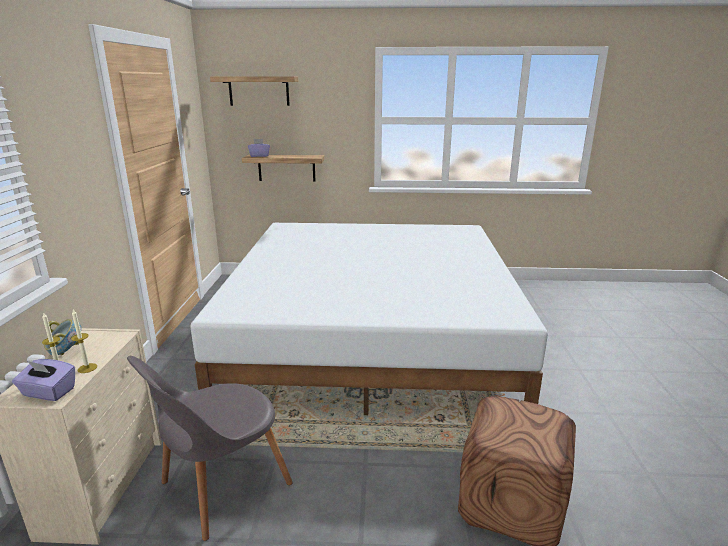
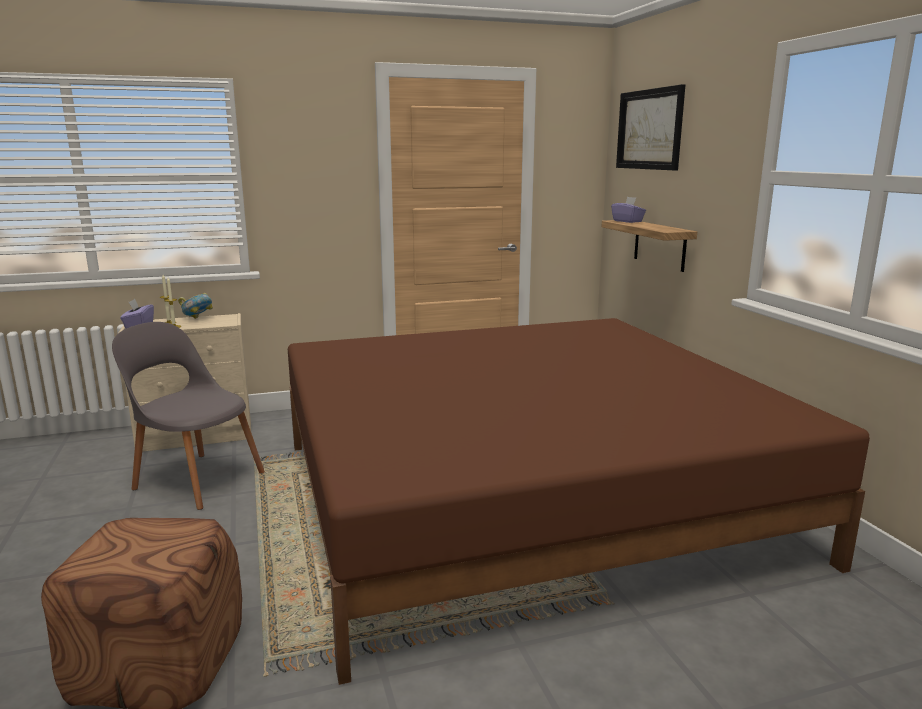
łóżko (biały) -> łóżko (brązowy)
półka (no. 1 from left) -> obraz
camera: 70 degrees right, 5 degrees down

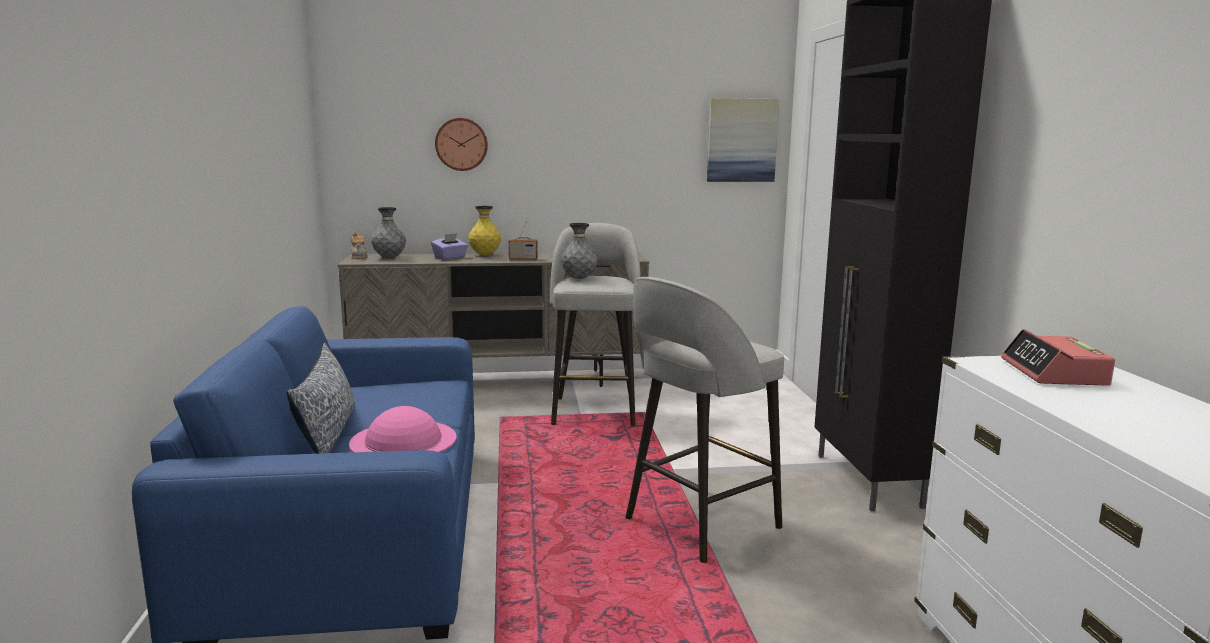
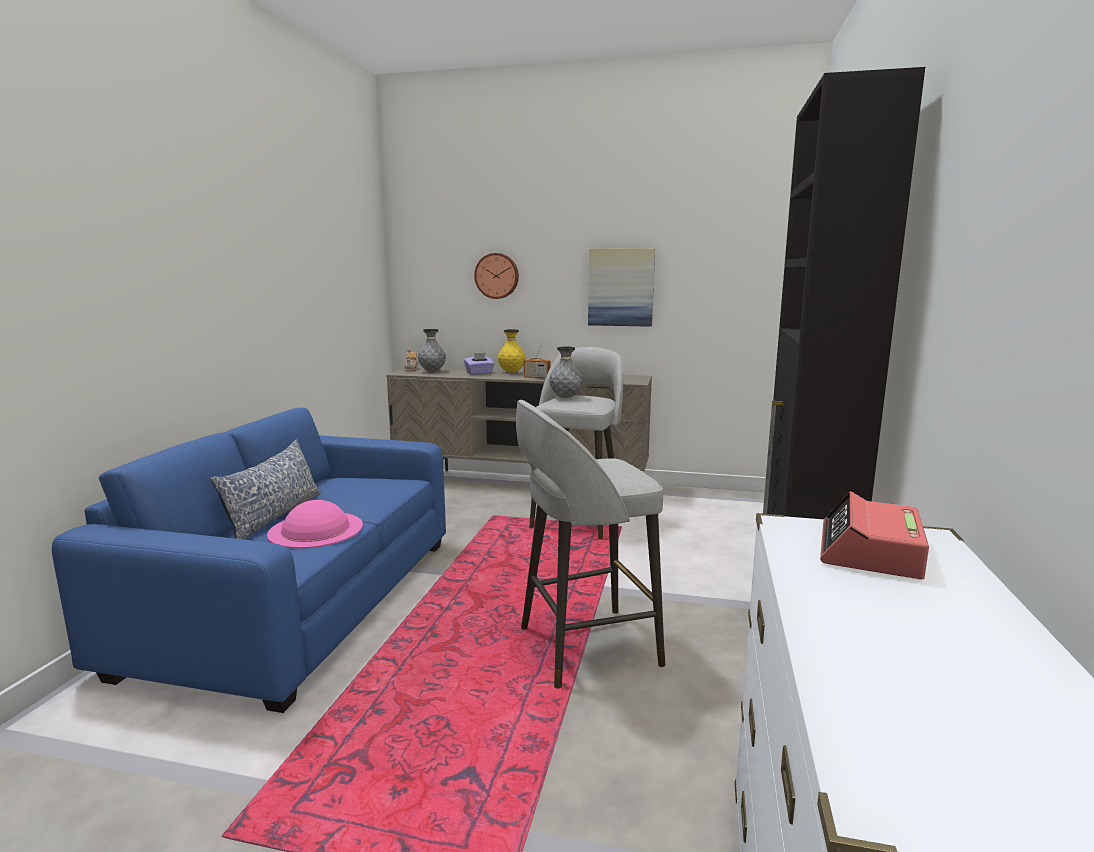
obraz, shifted
camera: 20 degrees right, 0 degrees up

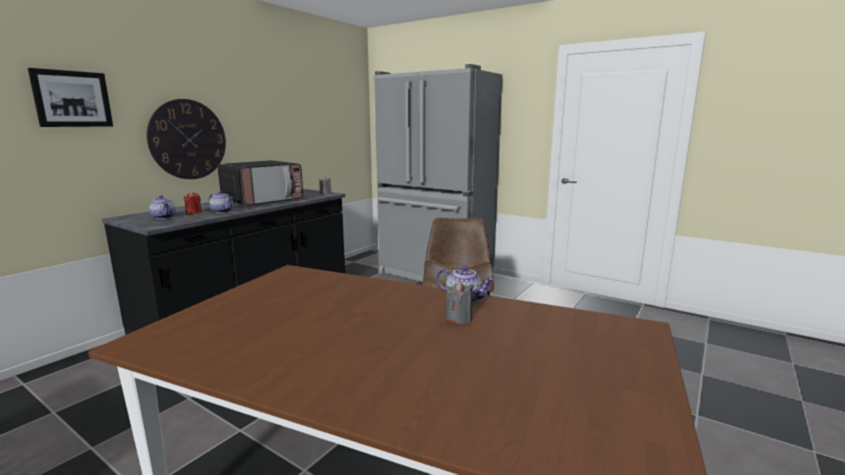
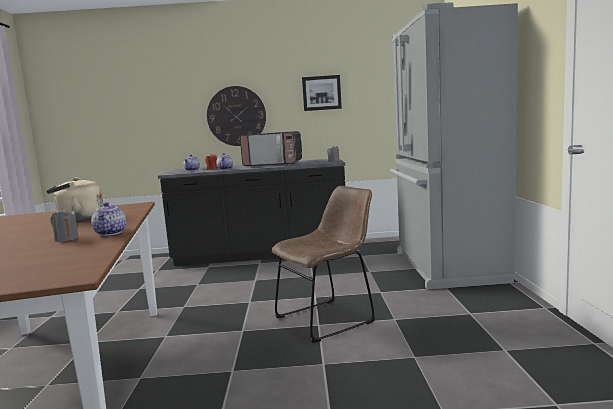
obraz, shifted
none -> czajnik (beżowy)
camera: 55 degrees right, 5 degrees down

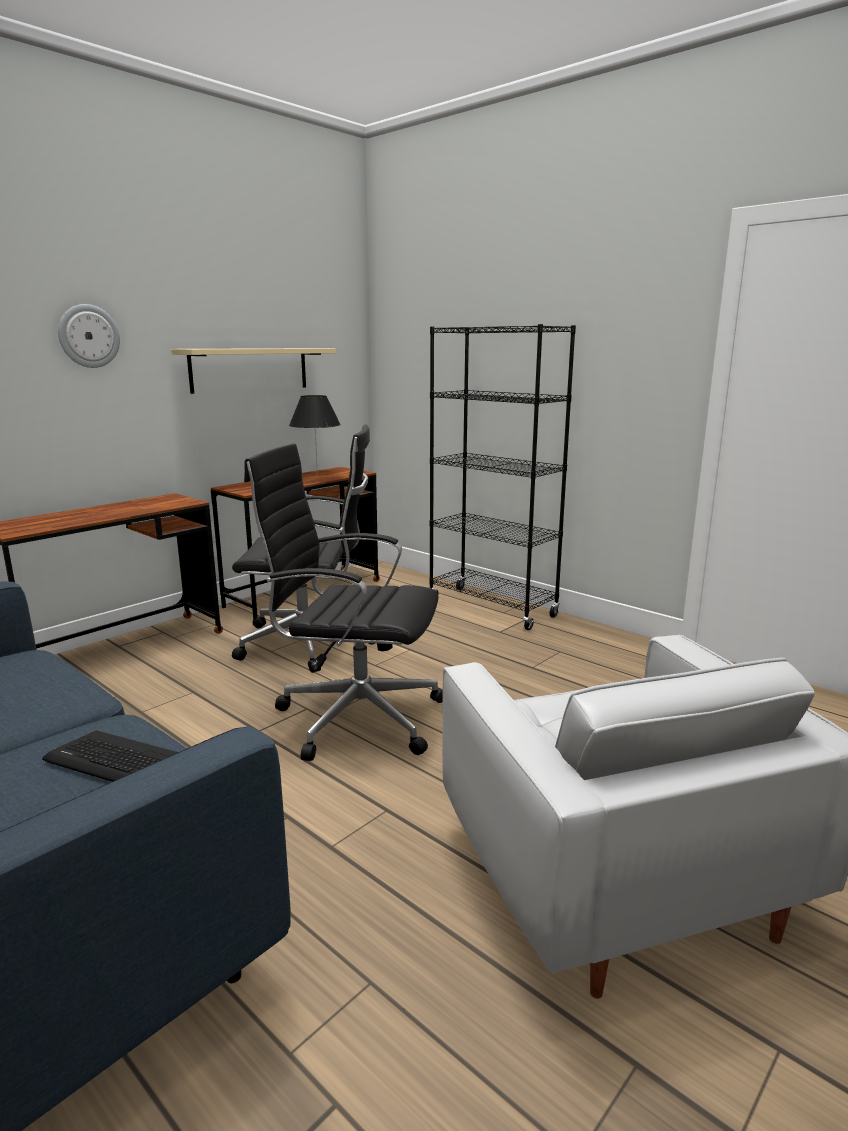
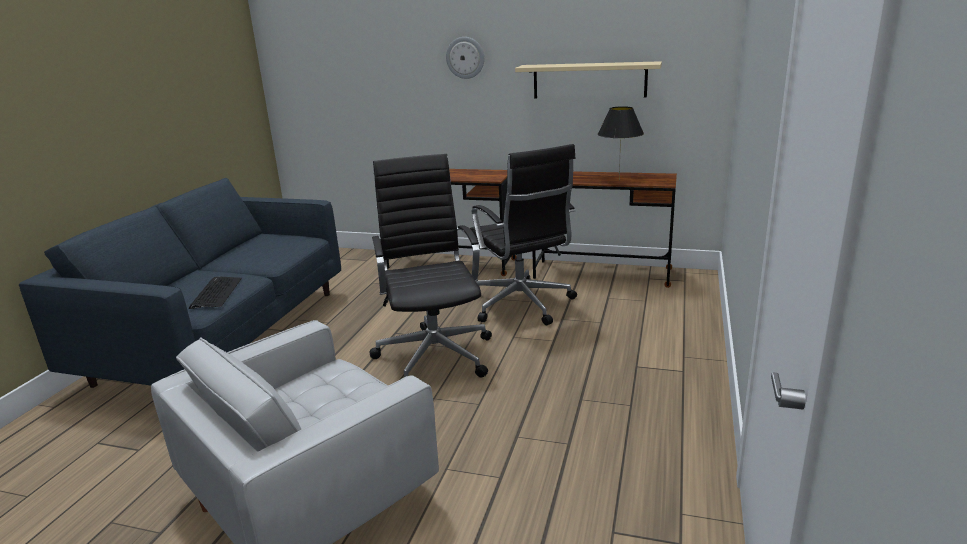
regał (czarny) -> none
camera: 65 degrees right, 5 degrees up

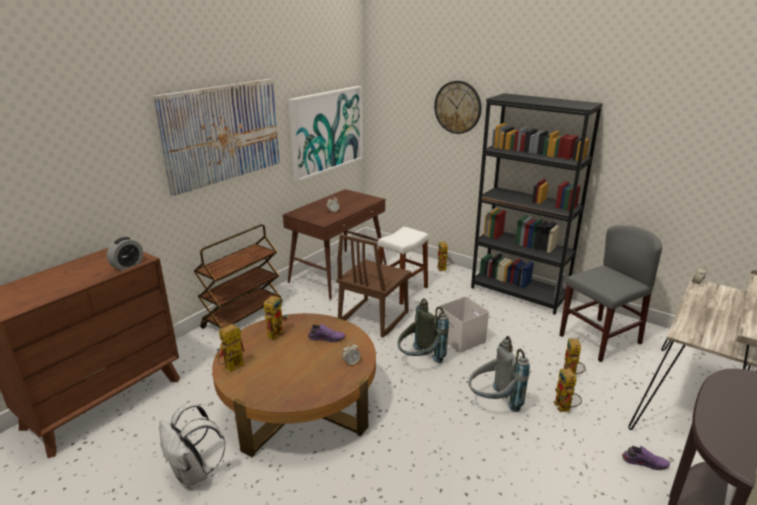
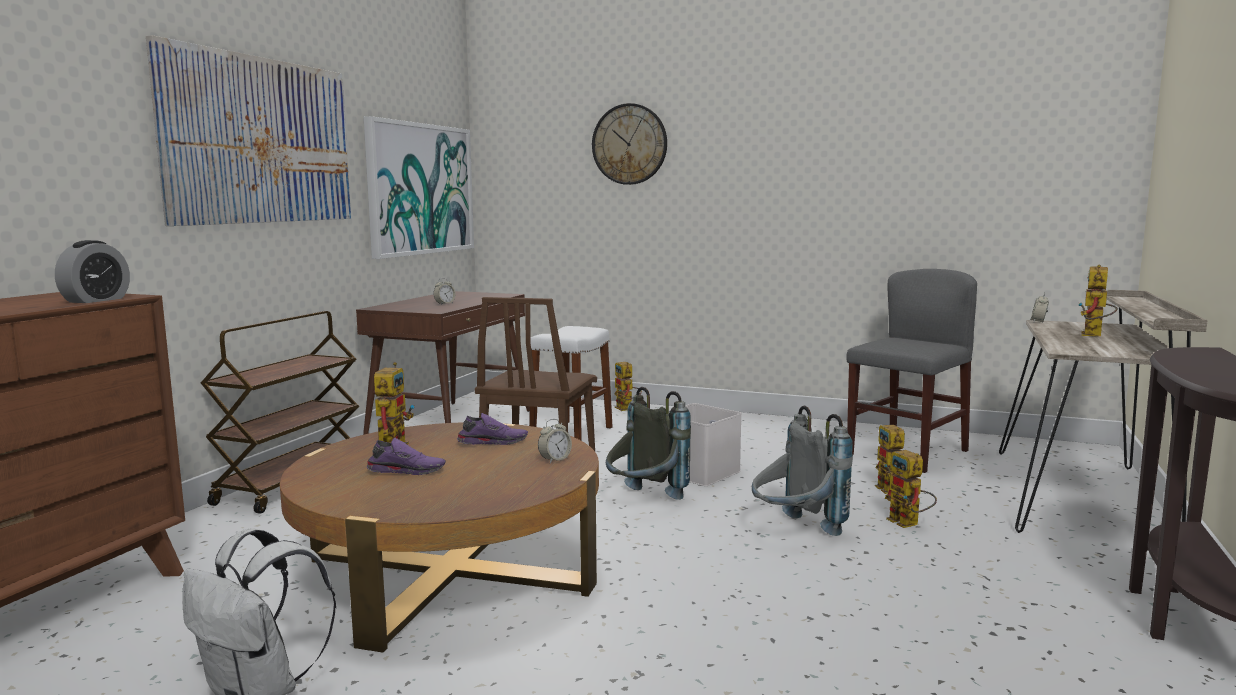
robot zabawkowy (no. 1 from left in the first image) -> robot zabawkowy (no. 5 from left), shifted
regał (czarny) -> none
but (fioletowy) (no. 2 from left in the first image) -> but (fioletowy) (no. 1 from left), shifted
camera: 15 degrees left, 15 degrees down

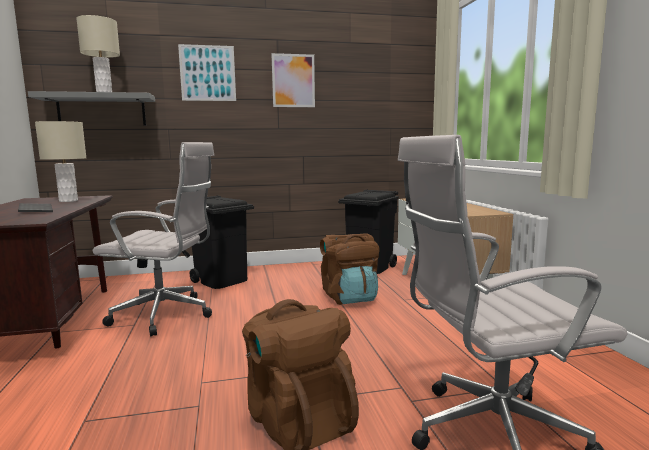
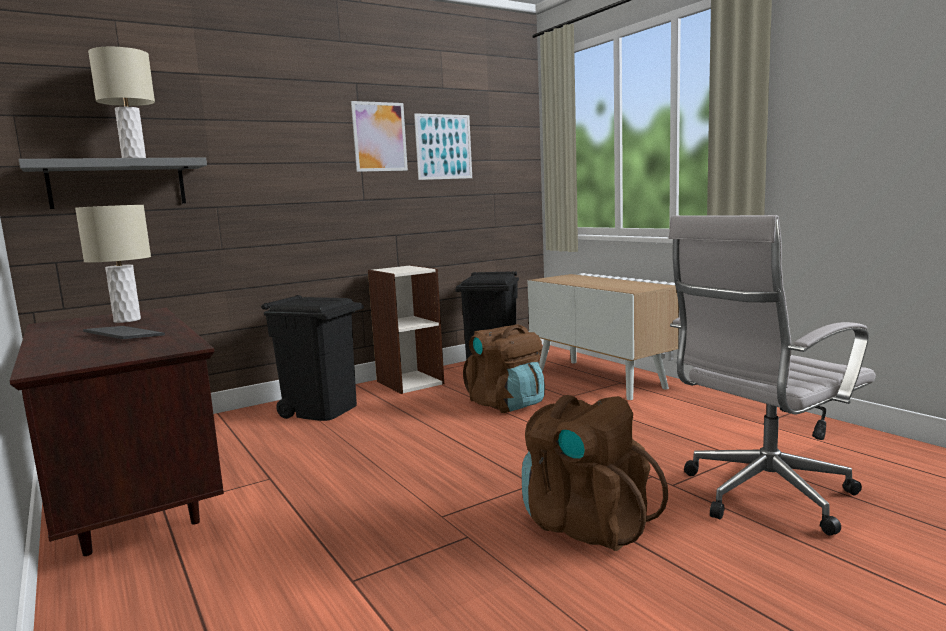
krzesło biurowe (biały) (no. 1 from left) -> none
obraz (no. 1 from left in the first image) -> obraz (no. 2 from left), shifted
none -> regał
camera: 20 degrees left, 0 degrees up

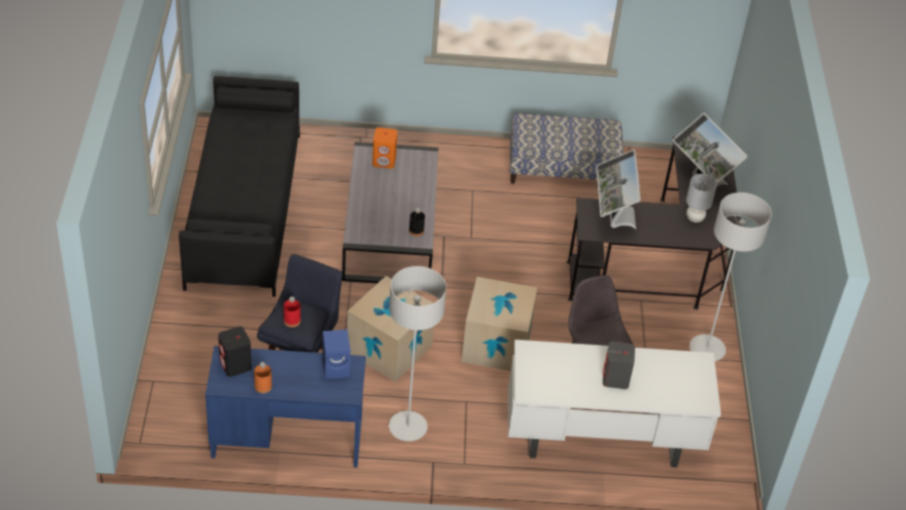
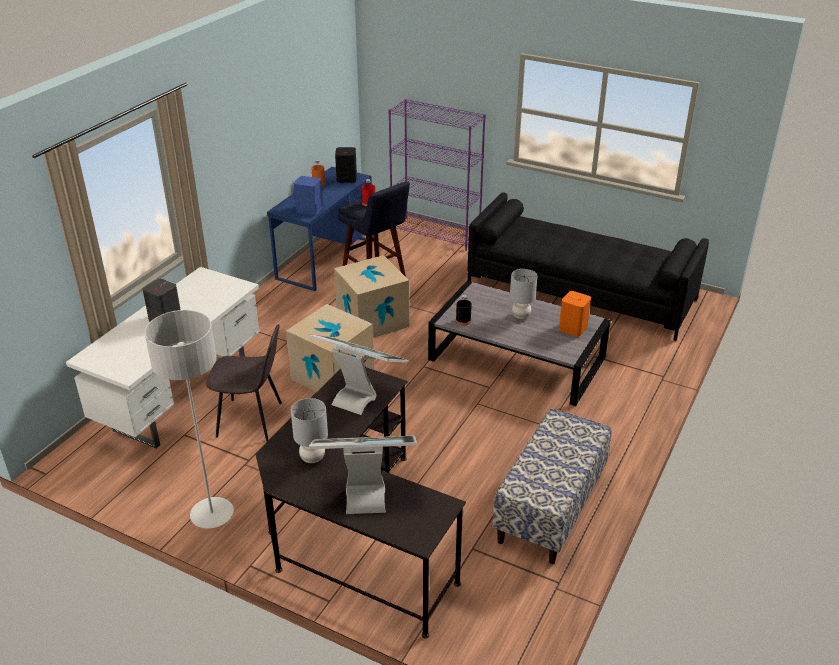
lampa stojąca (szary) (no. 1 from left) -> none
none -> regał (fioletowy)
none -> lampa stołowa (szary) (no. 2 from left)
camera: 120 degrees right, 10 degrees down

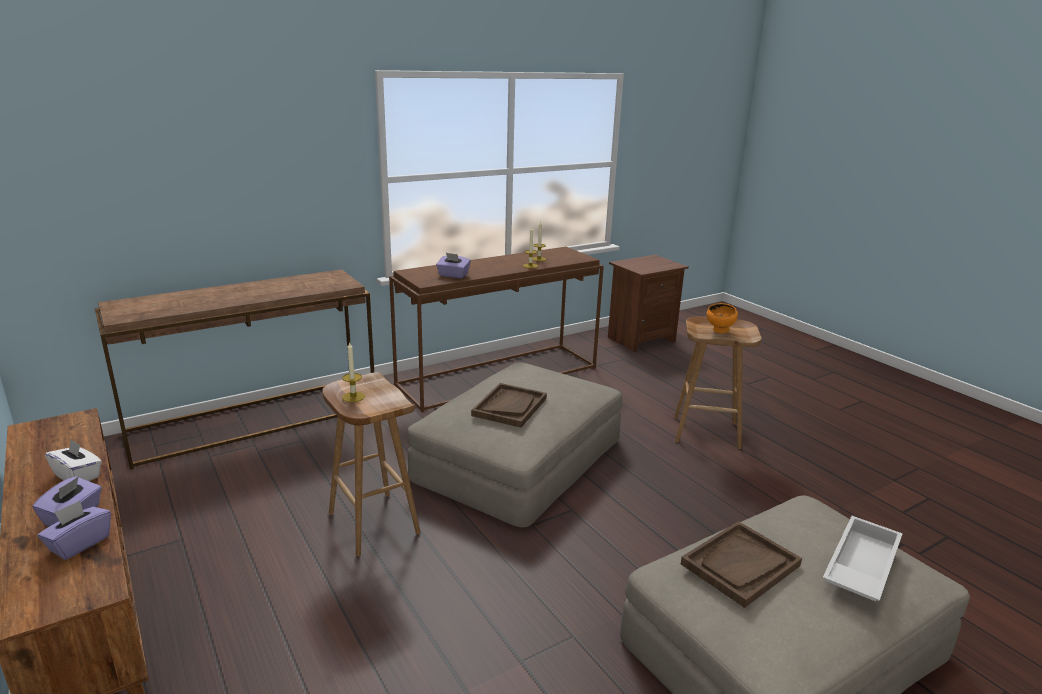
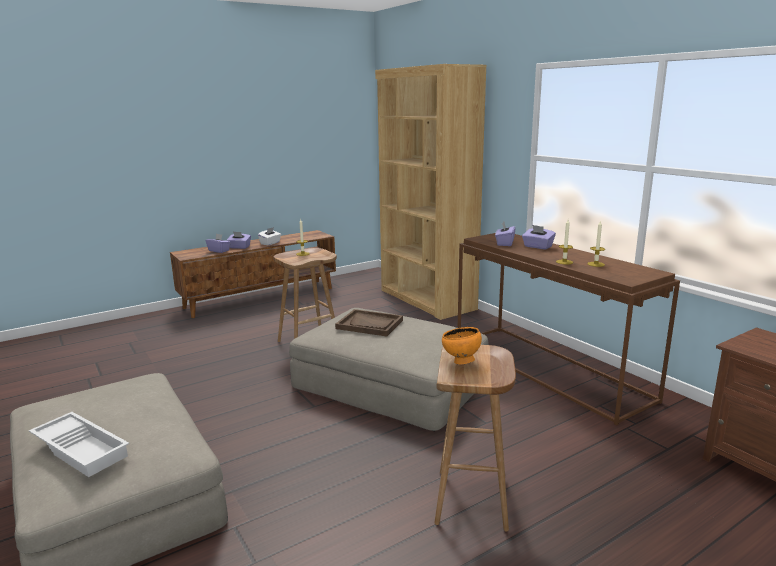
stolik konsolowy (brązowy) (no. 1 from left) -> regał (brązowy)
taca (brązowy) (no. 2 from left) -> none
none -> pudełko chusteczek (fioletowy) (no. 4 from left)
camera: 90 degrees right, 5 degrees down

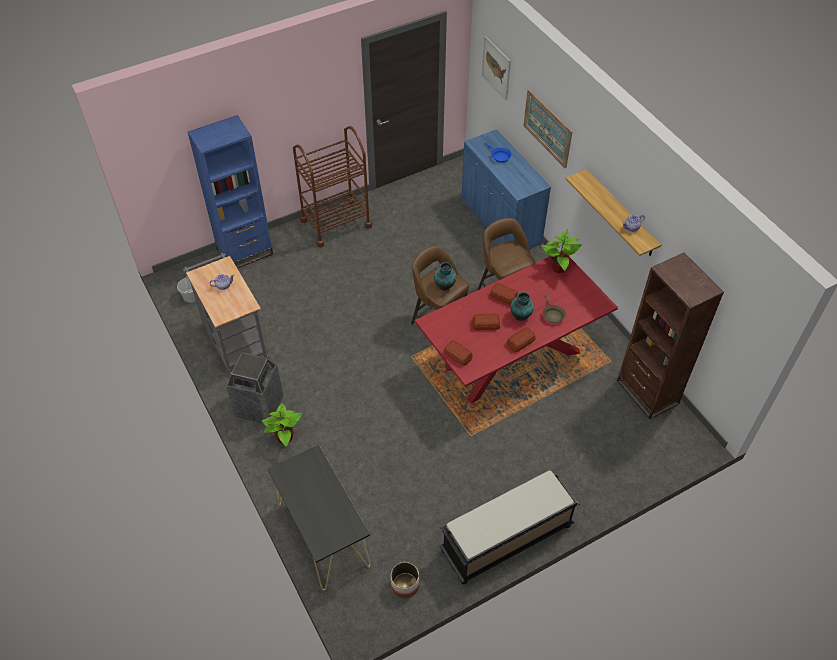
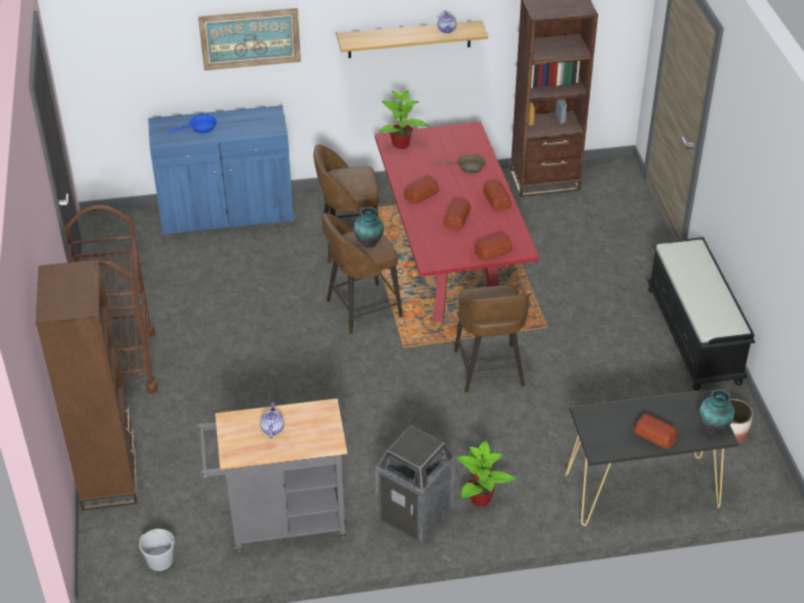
regał (niebieski) -> regał (brązowy) (no. 1 from left)
obraz (no. 1 from left) -> none
wazon (no. 2 from left), shifted
none -> stołek (brązowy) (no. 3 from left)
none -> chleb (no. 5 from left)
camera: 70 degrees left, 10 degrees down

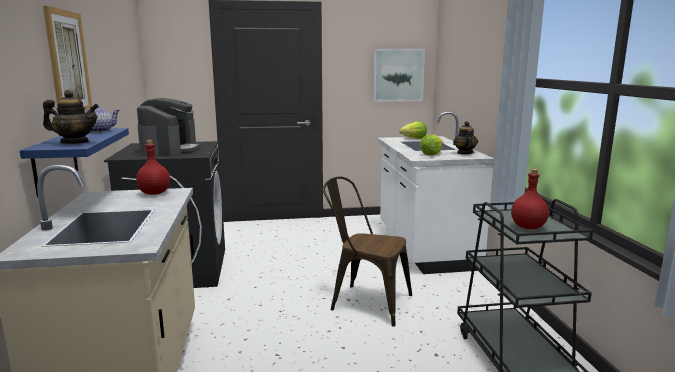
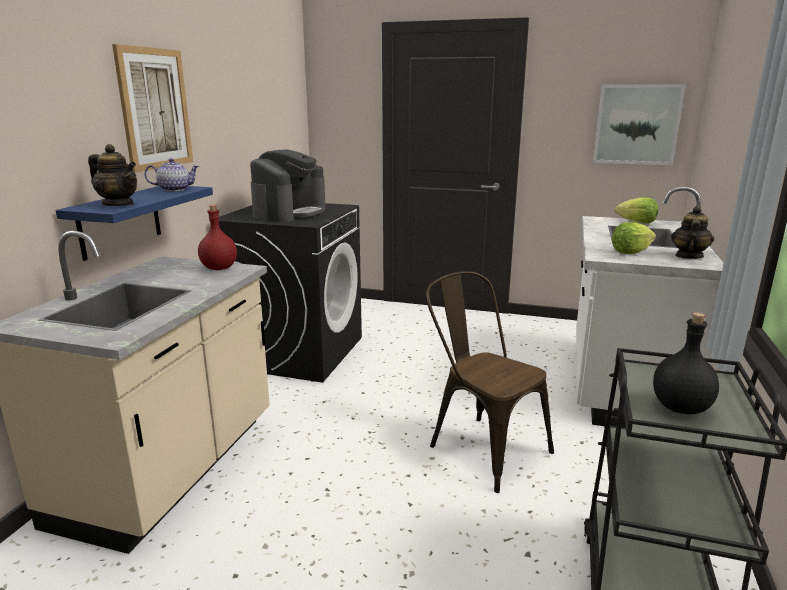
butelka (czerwony) (no. 2 from left) -> butelka (czarny)
camera: 25 degrees right, 5 degrees up

